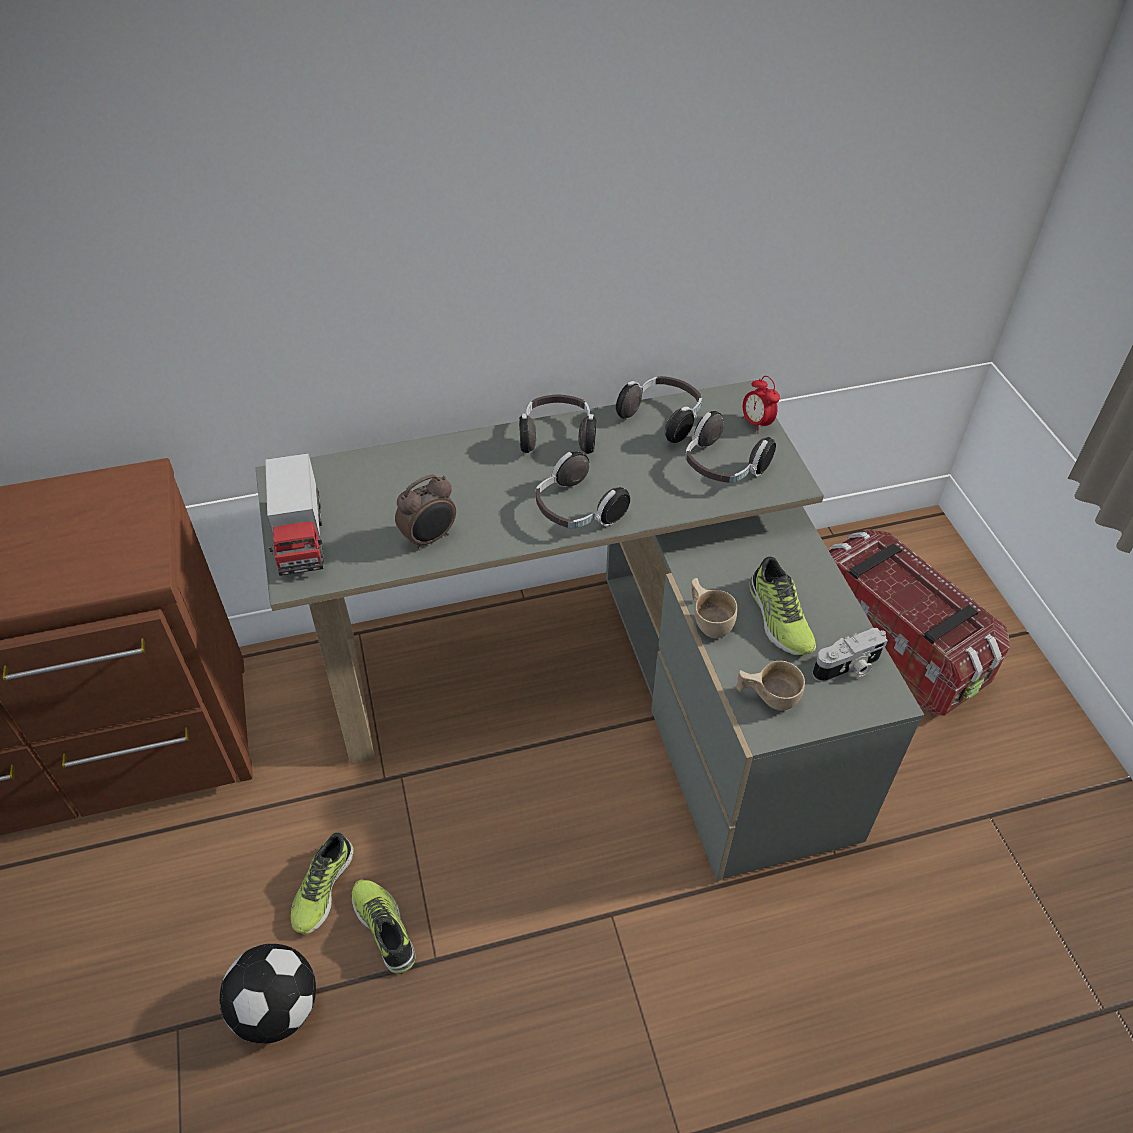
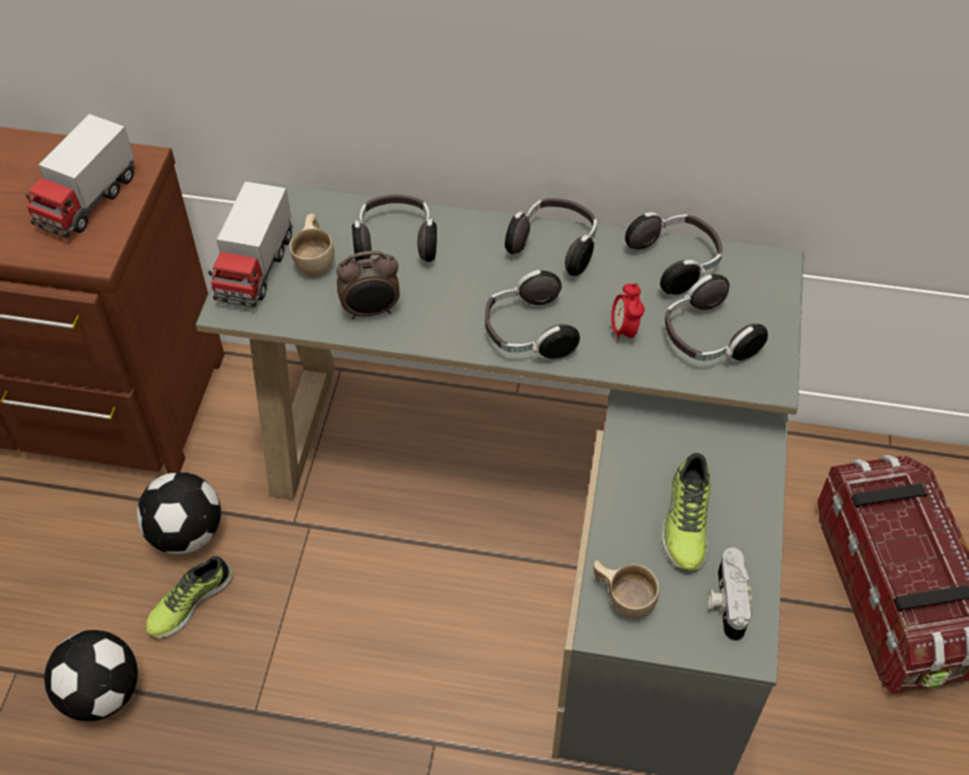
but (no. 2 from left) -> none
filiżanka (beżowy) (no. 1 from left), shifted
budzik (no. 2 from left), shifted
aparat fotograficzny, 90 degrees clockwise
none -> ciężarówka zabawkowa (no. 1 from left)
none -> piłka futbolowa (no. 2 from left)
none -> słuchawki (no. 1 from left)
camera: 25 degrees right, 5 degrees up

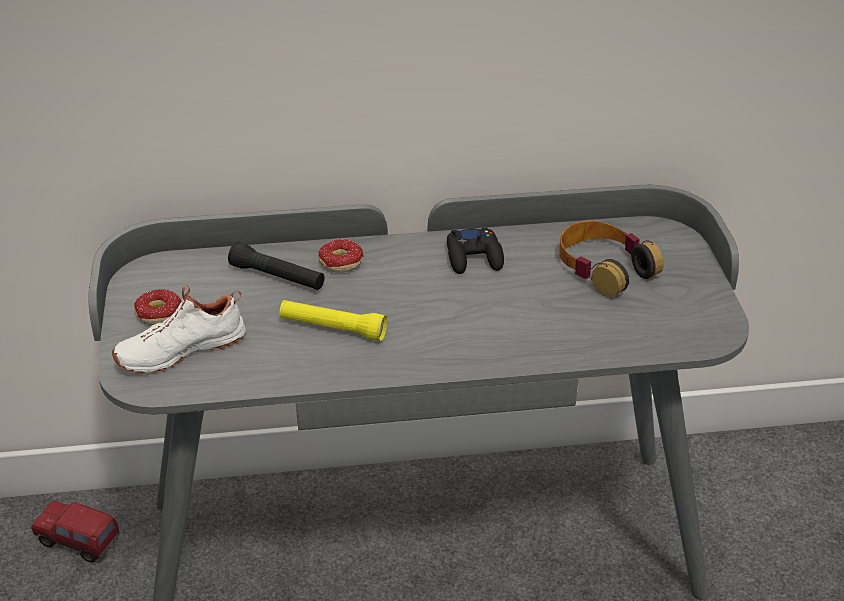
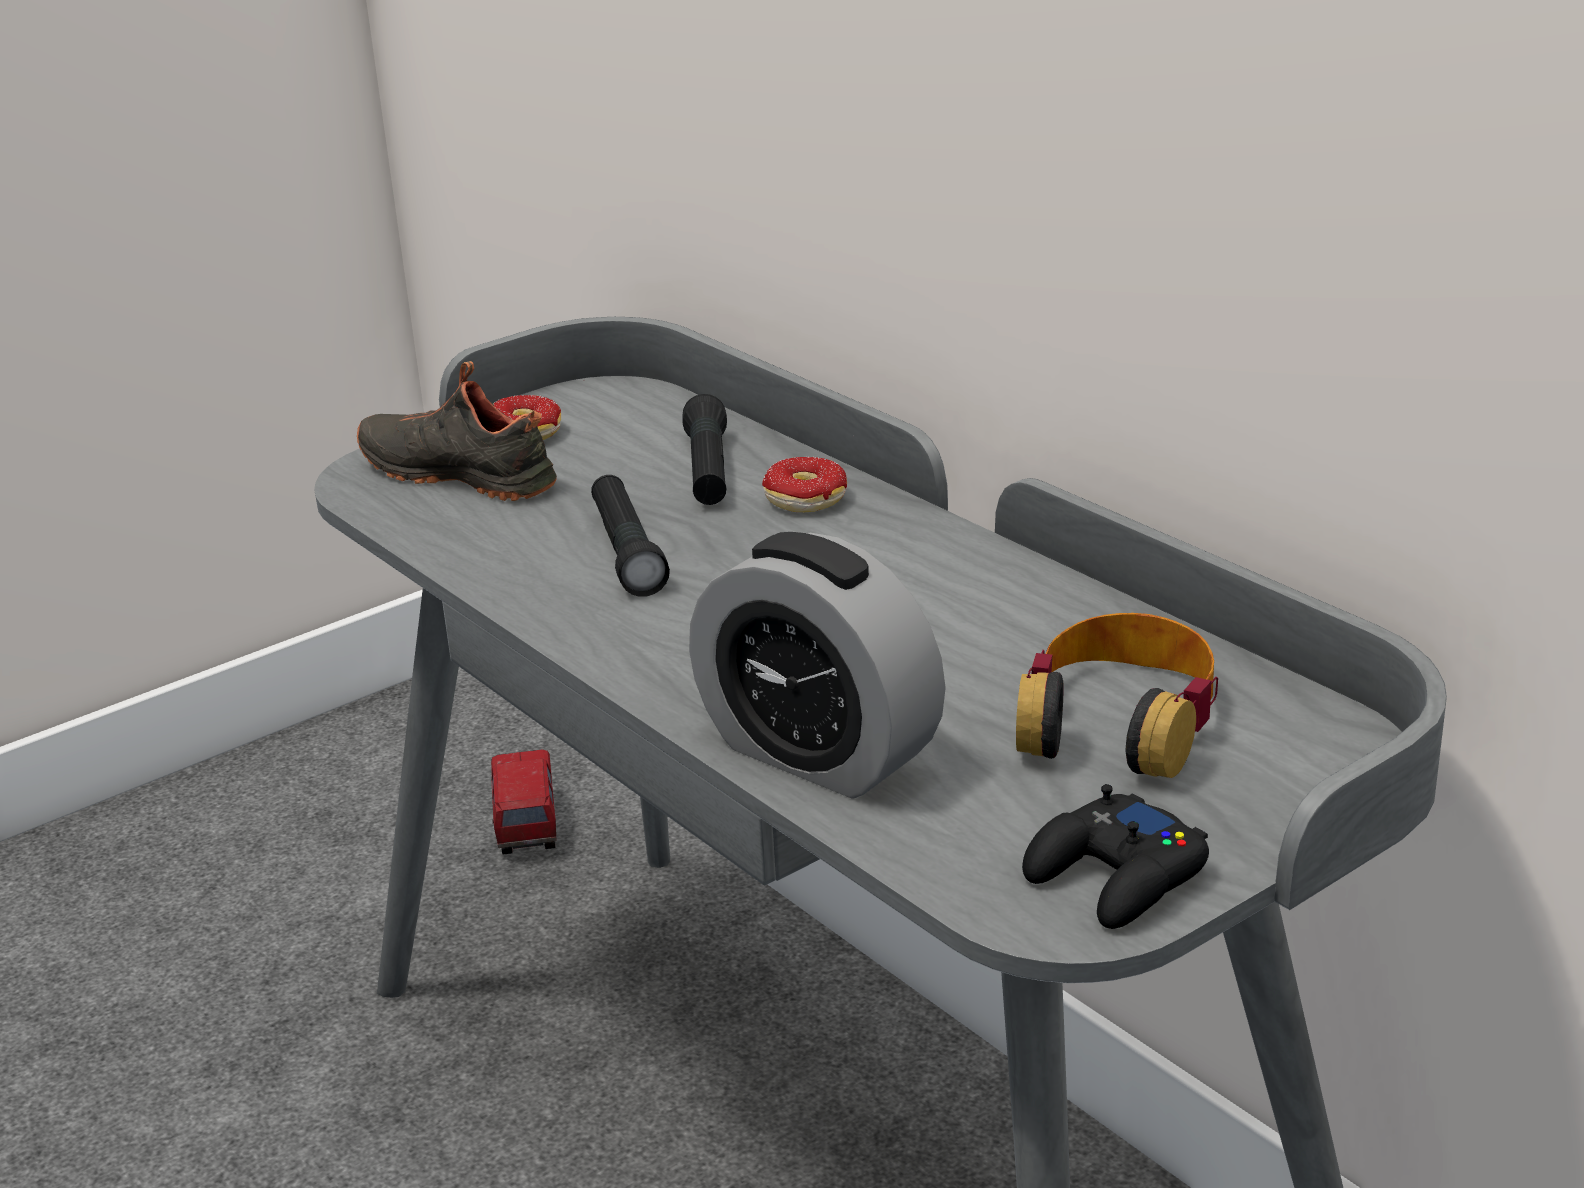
but (biały) -> but (czarny)
latarka (żółty) -> latarka (czarny) (no. 1 from left)
pad do gier (czarny), shifted
none -> budzik
camera: 60 degrees right, 10 degrees down

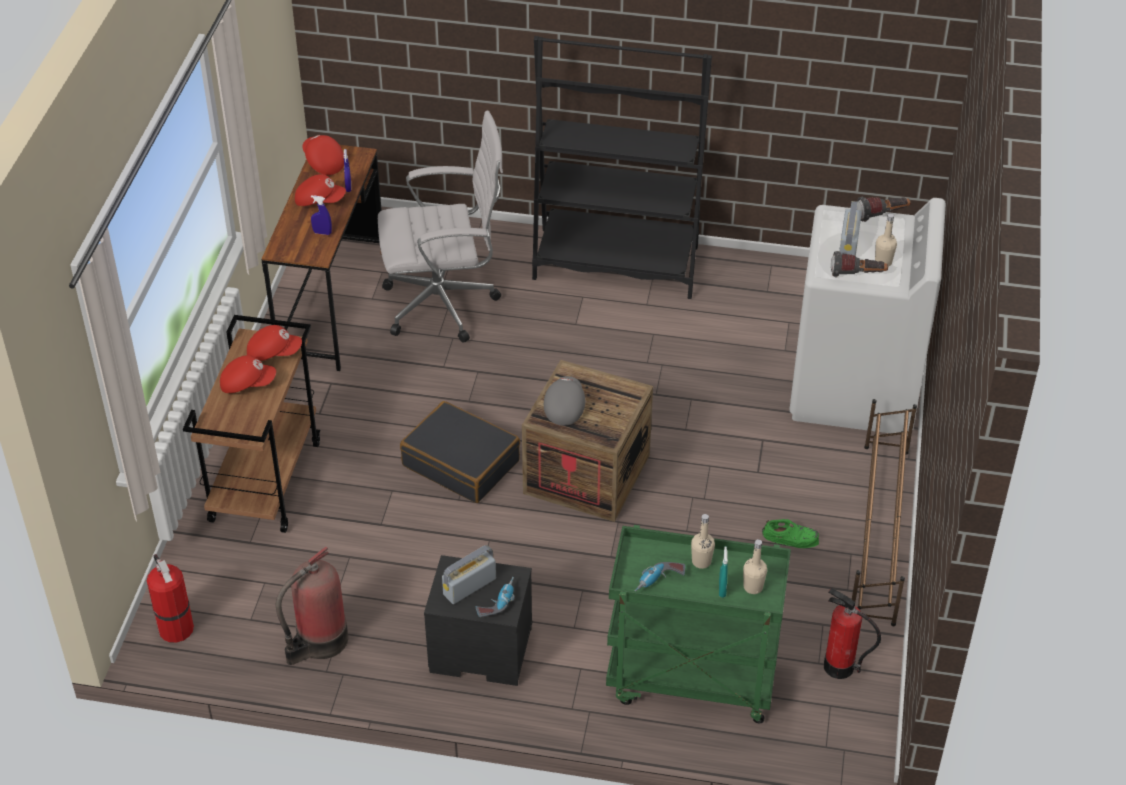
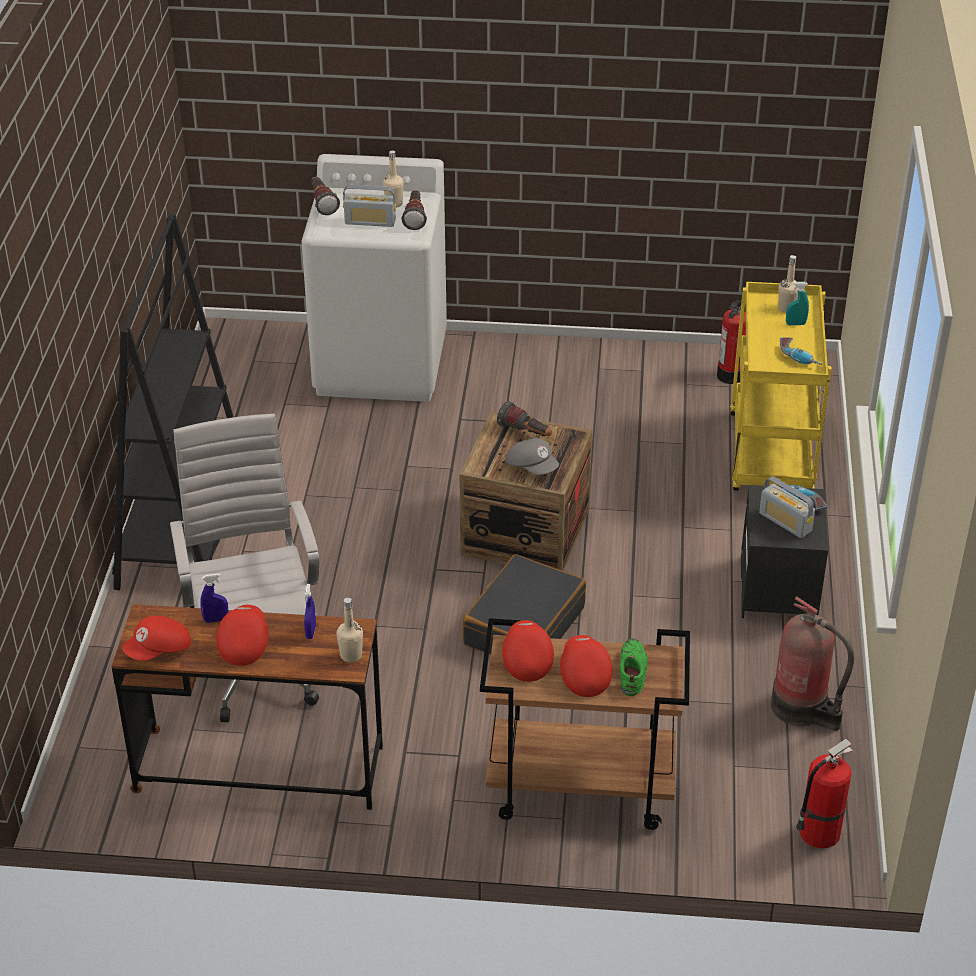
czapka z daszkiem (szary), 135 degrees counterclockwise
wózek (zielony) -> wózek (żółty)
butelka (beżowy) (no. 1 from left), shifted
but (zielony), shifted
regał na buty (brązowy) -> none
none -> latarka (no. 3 from left)
camera: 95 degrees left, 5 degrees down

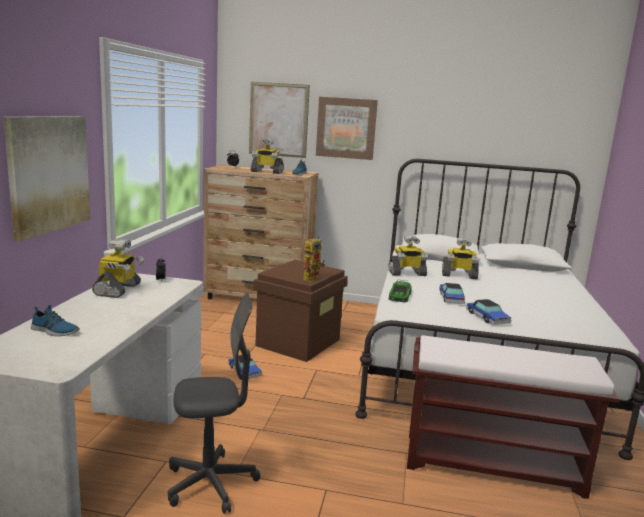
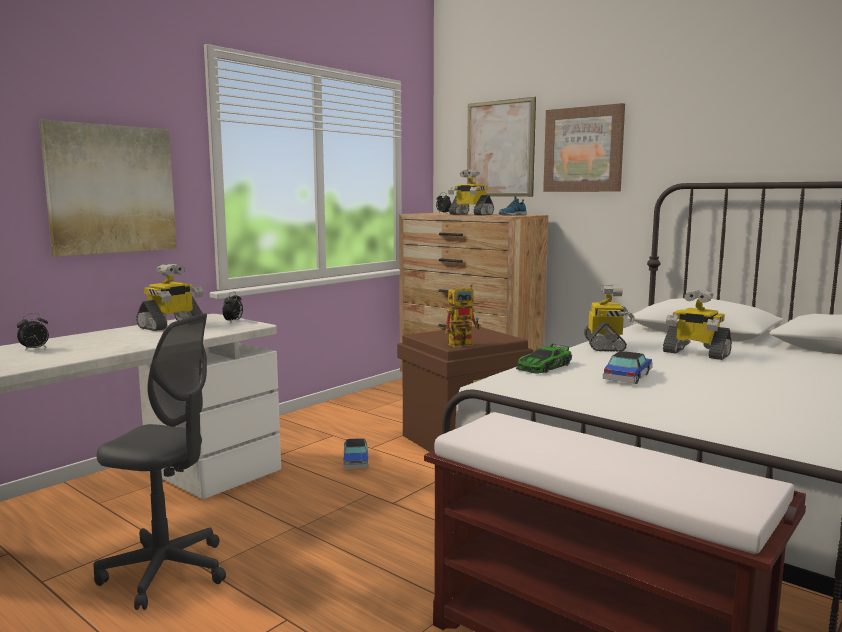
but (no. 1 from left) -> budzik (no. 1 from left)
robot zabawkowy (no. 4 from left), 105 degrees counterclockwise
samochodzik (no. 4 from left) -> none
camera: 30 degrees right, 5 degrees down

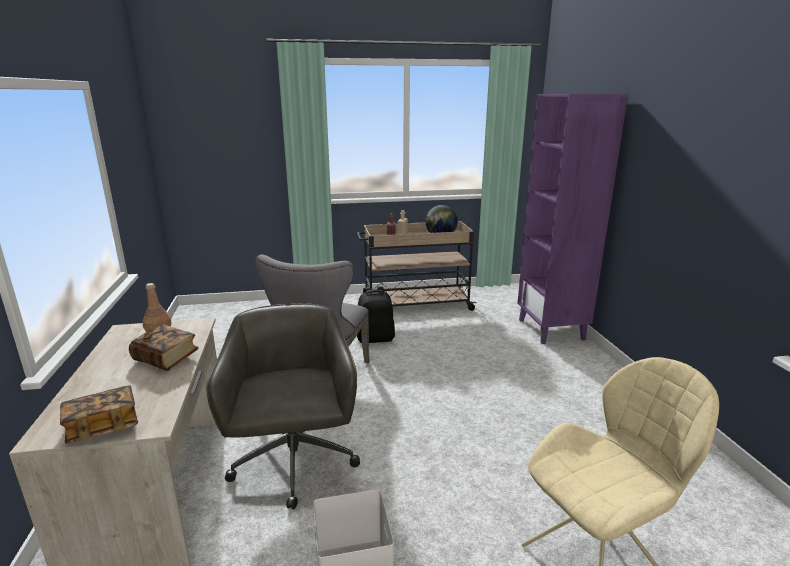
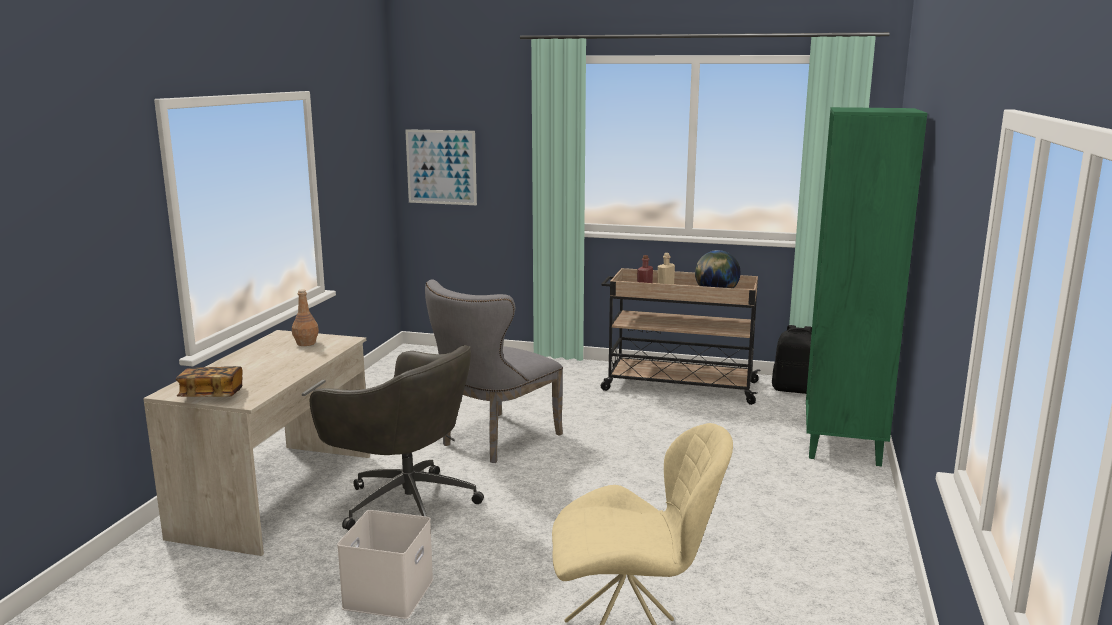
książka (no. 2 from left) -> none
krzesło biurowe (szary), 105 degrees clockwise
plecak (czarny), shifted
regał (fioletowy) -> regał (zielony)
none -> obraz
camera: 25 degrees right, 5 degrees down

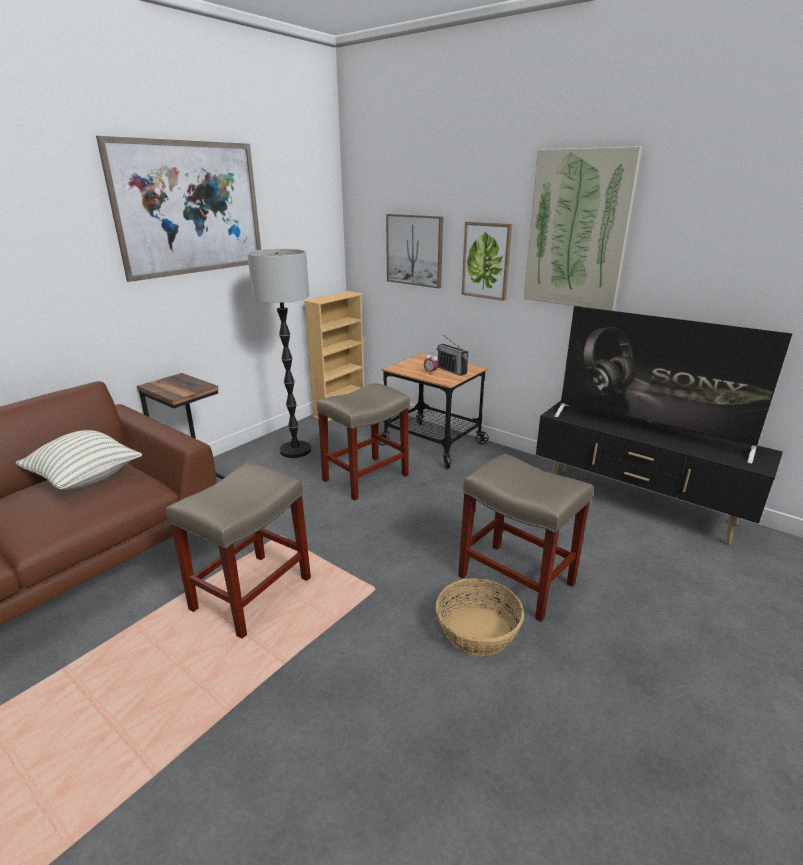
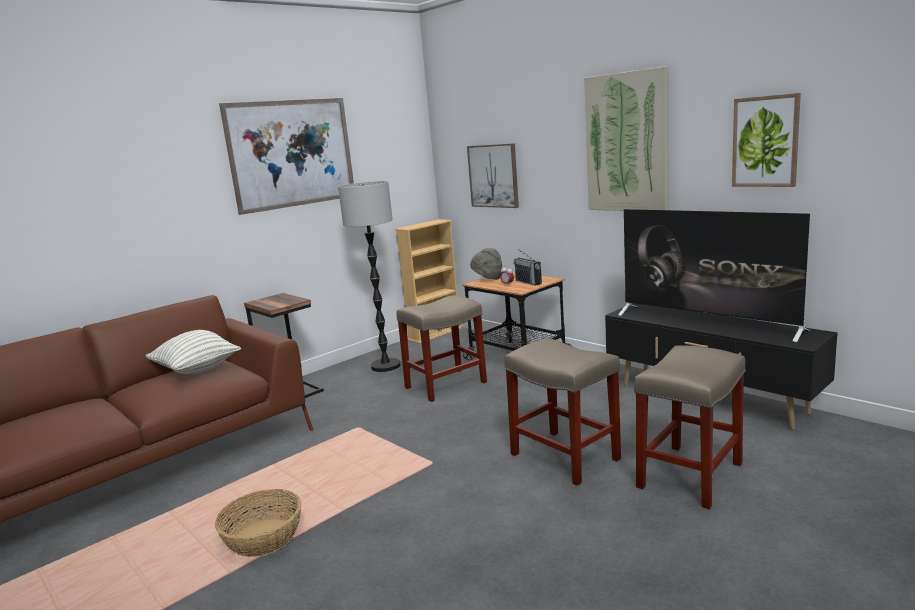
stołek (beżowy) (no. 1 from left in the first image) -> stołek (beżowy) (no. 3 from left), shifted
koszyk, shifted
obraz (no. 3 from left in the first image) -> obraz (no. 4 from left), shifted
none -> kapelusz (szary)
camera: 10 degrees right, 10 degrees down

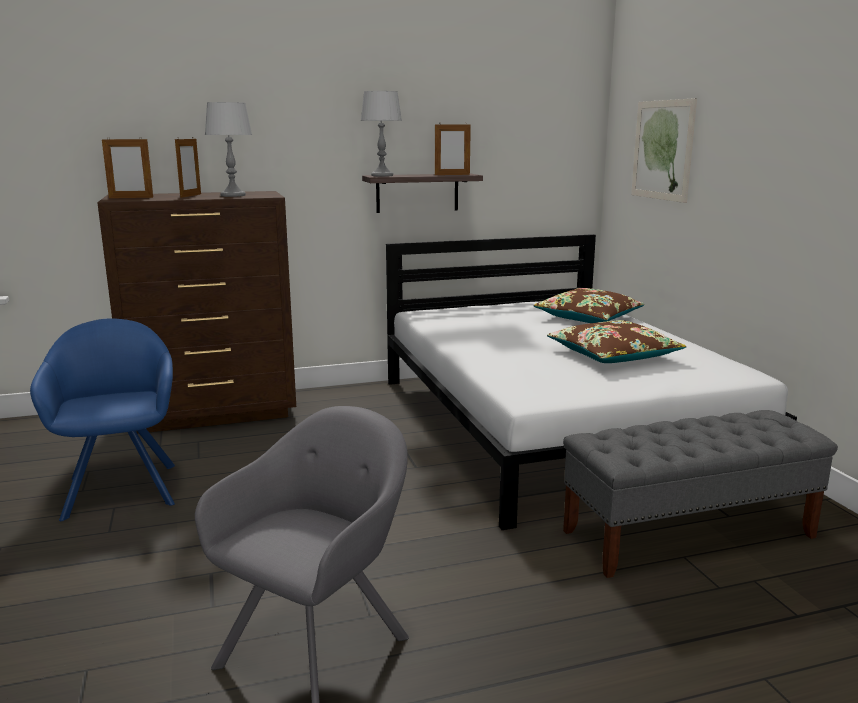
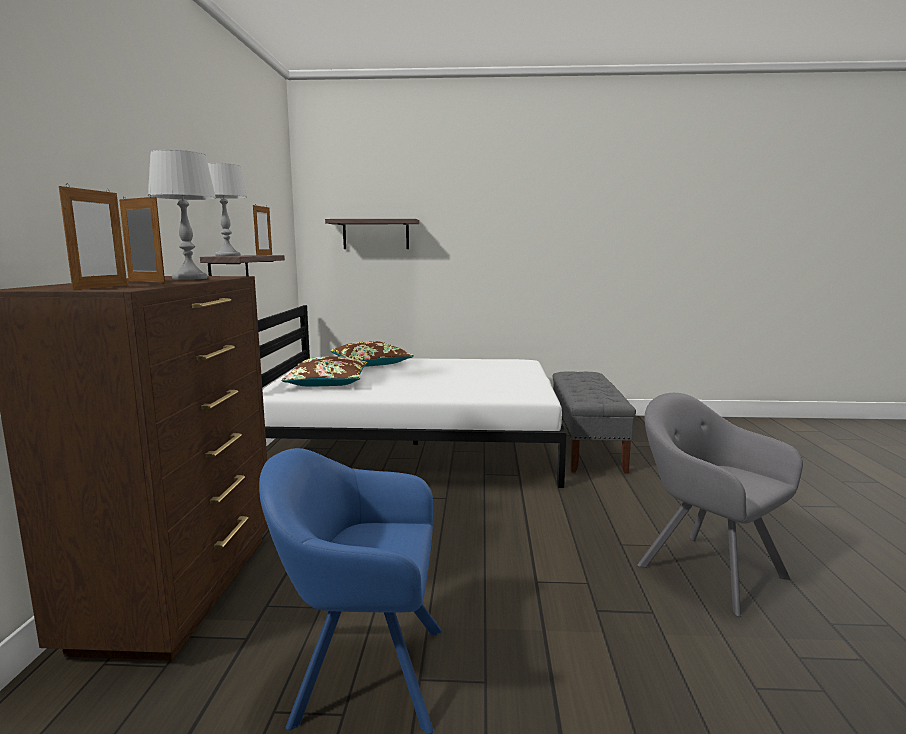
poduszka (brązowy) (no. 2 from left in the first image) -> poduszka (brązowy) (no. 1 from left), shifted
obraz -> półka (no. 2 from left)
camera: 70 degrees left, 5 degrees down

